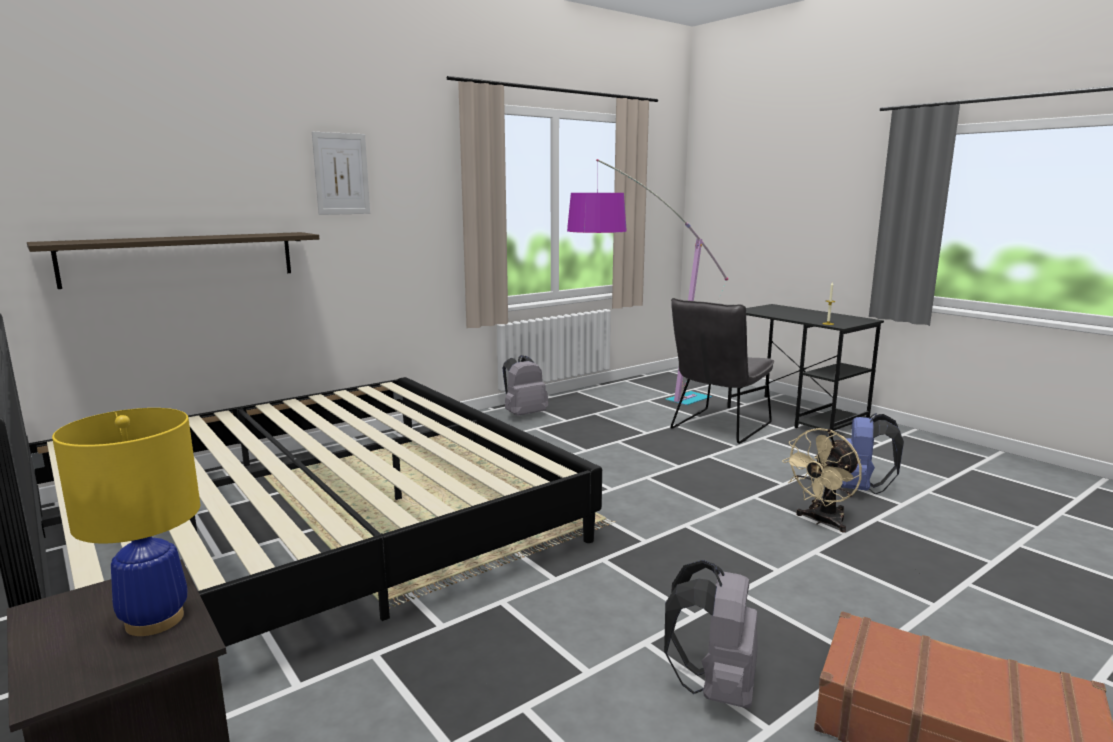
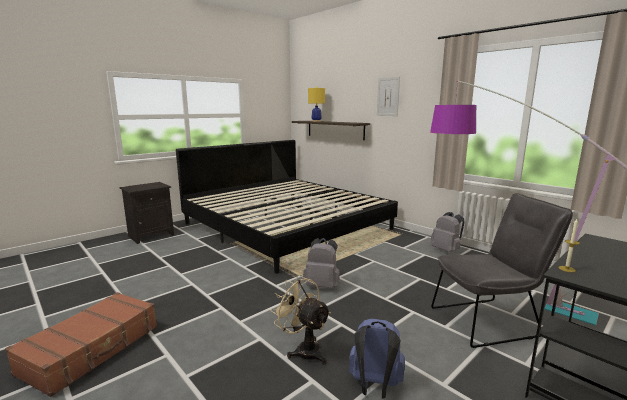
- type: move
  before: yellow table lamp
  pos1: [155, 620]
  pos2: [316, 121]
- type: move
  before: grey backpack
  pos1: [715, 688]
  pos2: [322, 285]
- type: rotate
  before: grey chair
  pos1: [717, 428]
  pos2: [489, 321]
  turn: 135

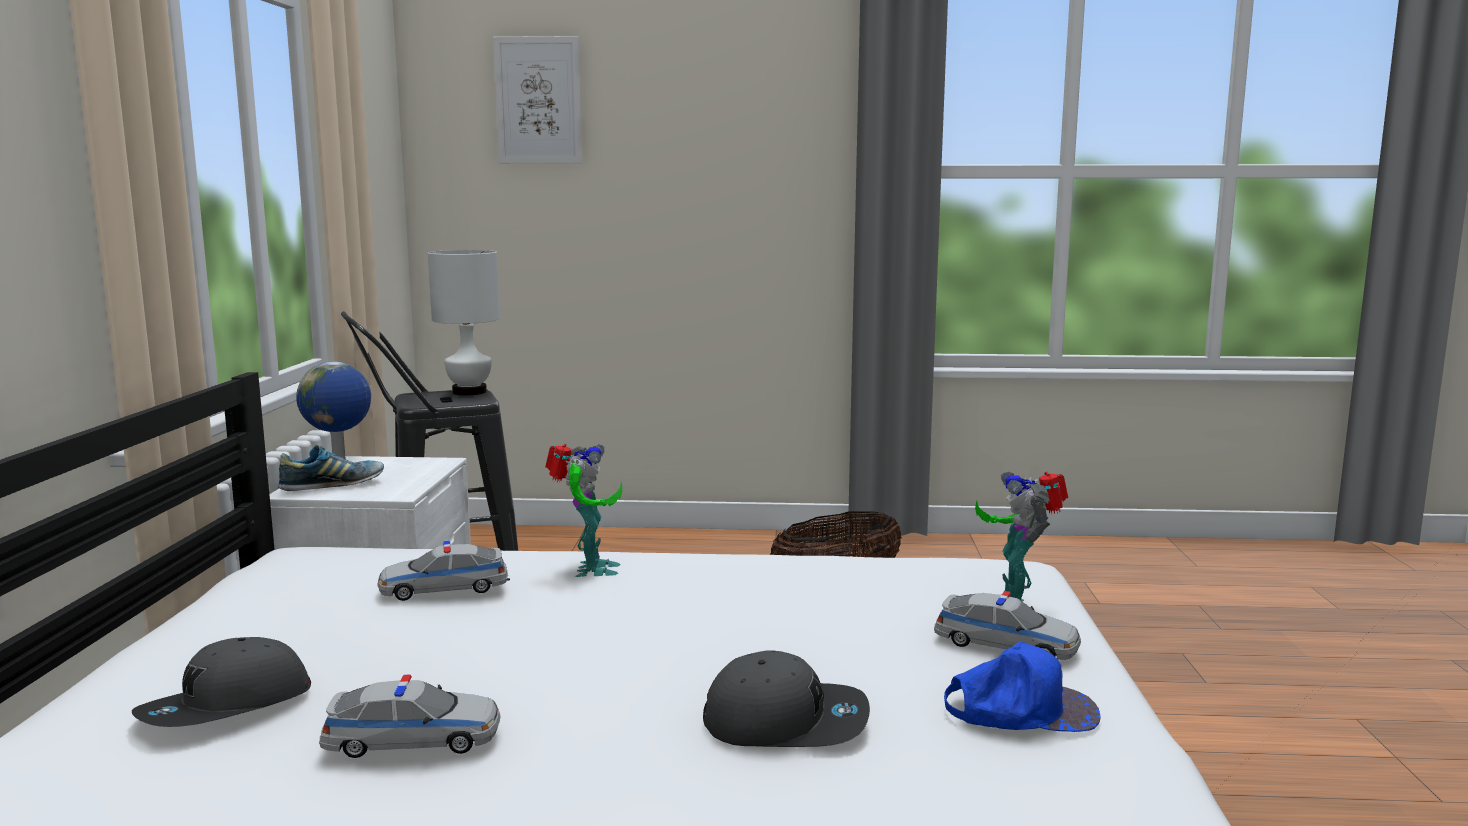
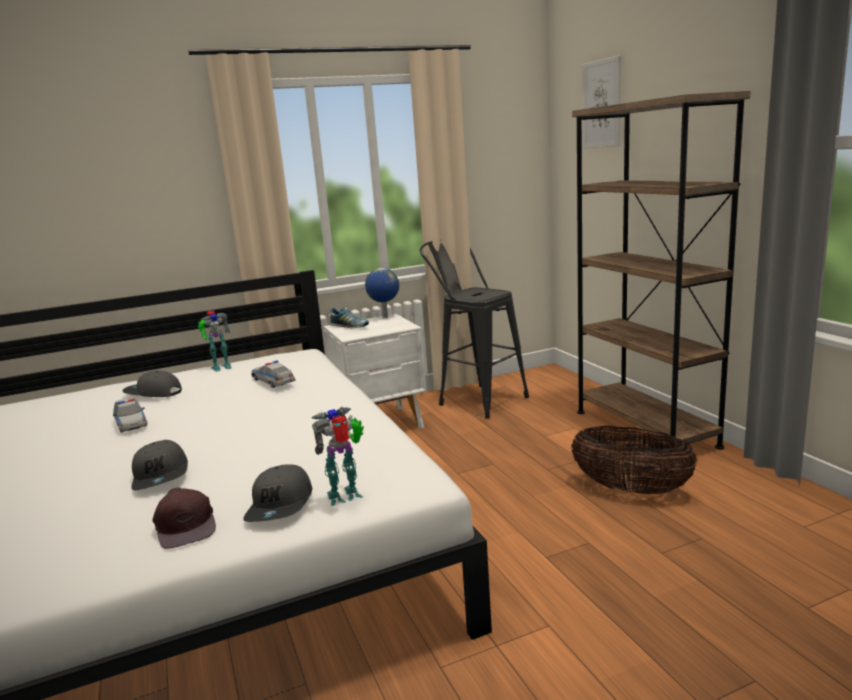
- type: delete
  before: white table lamp
  pos1: [470, 392]
- type: move
  before: toy robot
  pos1: [590, 570]
  pos2: [220, 367]
- type: replace
  before: toy car
  after: grey cap
  pos1: [1005, 645]
  pos2: [281, 506]
- type: recolor
  before: blue cap
  after: brown cap
  pos1: [1020, 709]
  pos2: [186, 525]
- type: insert
  after: brown bookcase
  pos2: [644, 428]

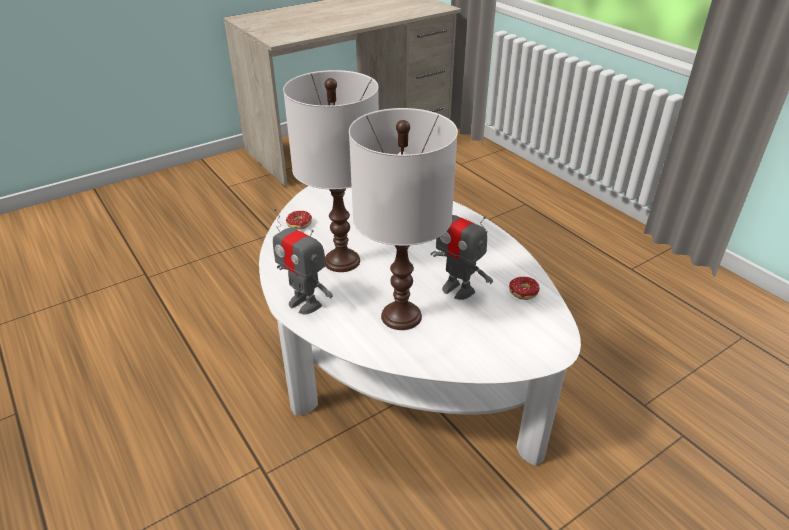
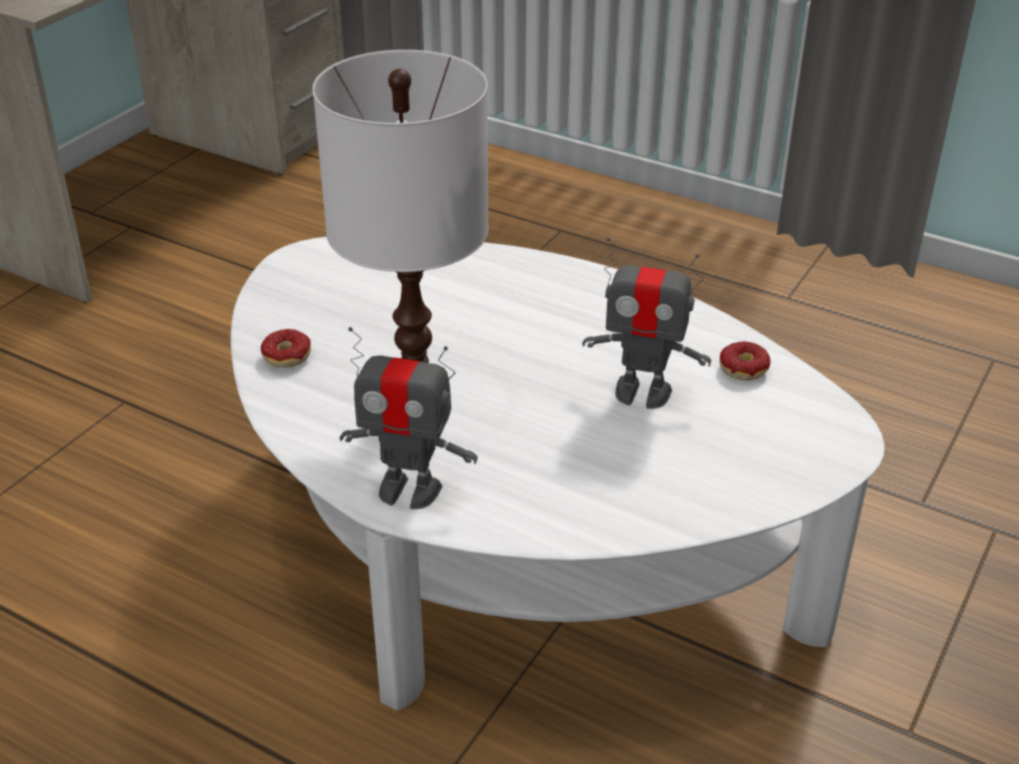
- type: delete
  before: white table lamp
  pos1: [400, 316]

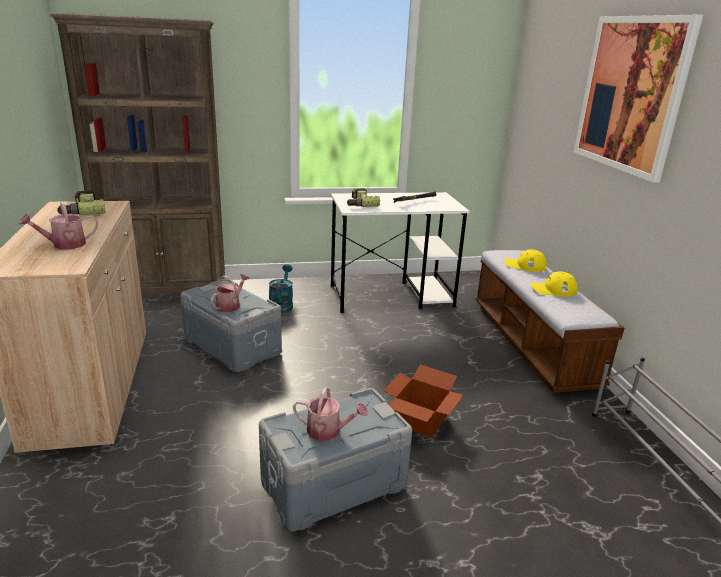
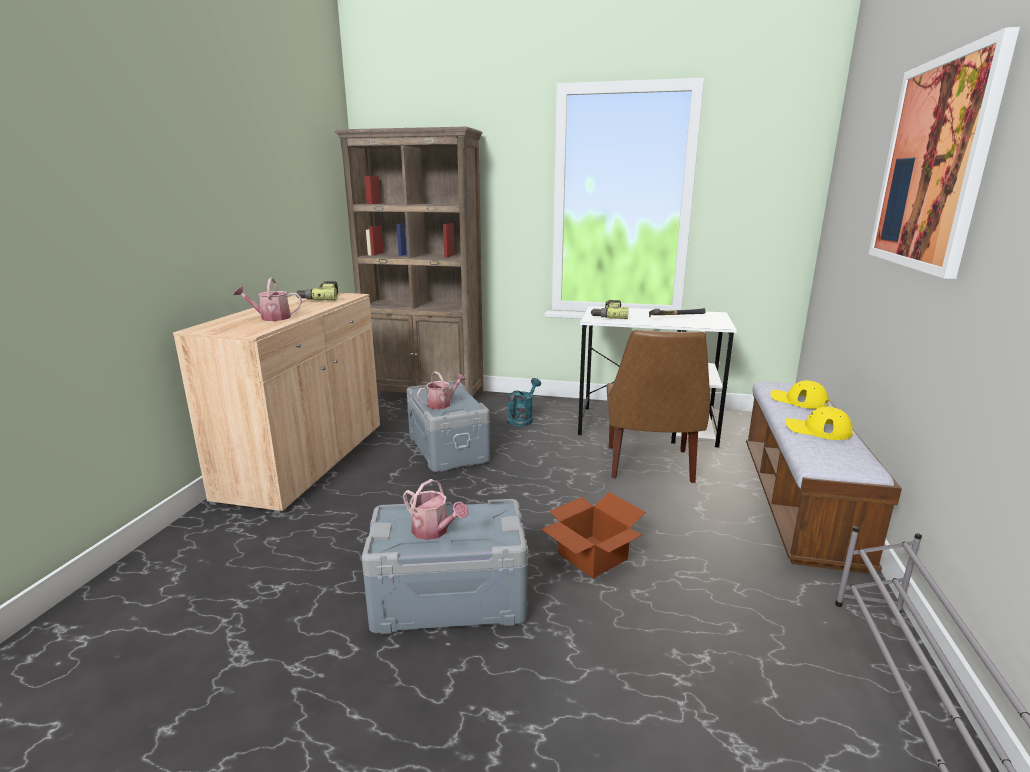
- type: insert
  after: brown chair
  pos2: [649, 466]

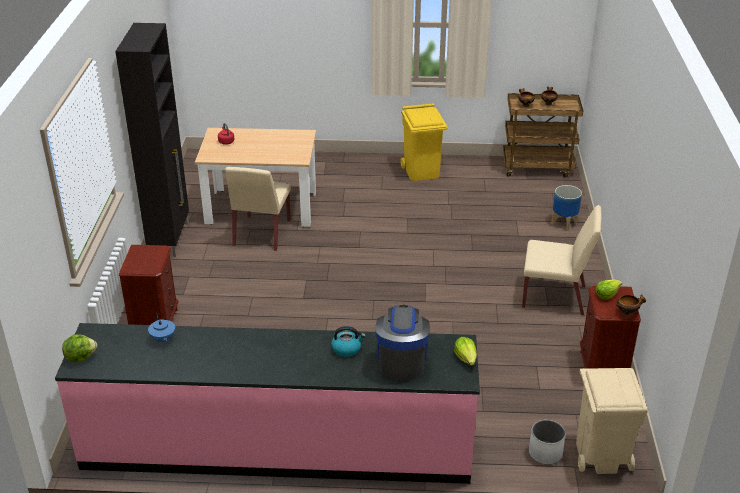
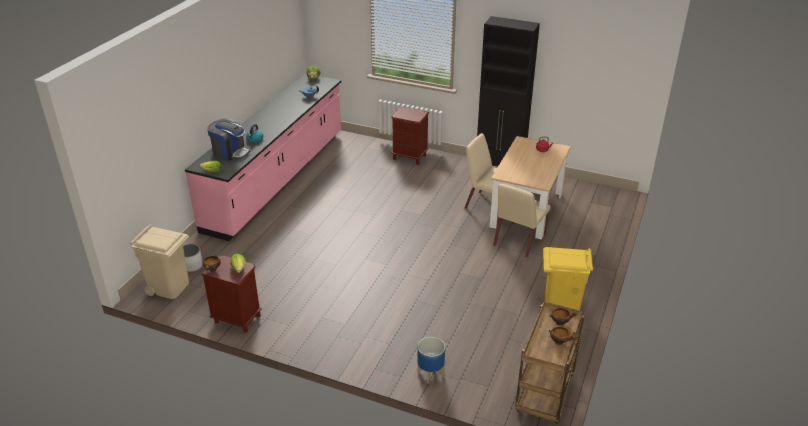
- type: move
  before: beige chair
  pos1: [555, 297]
  pos2: [519, 240]

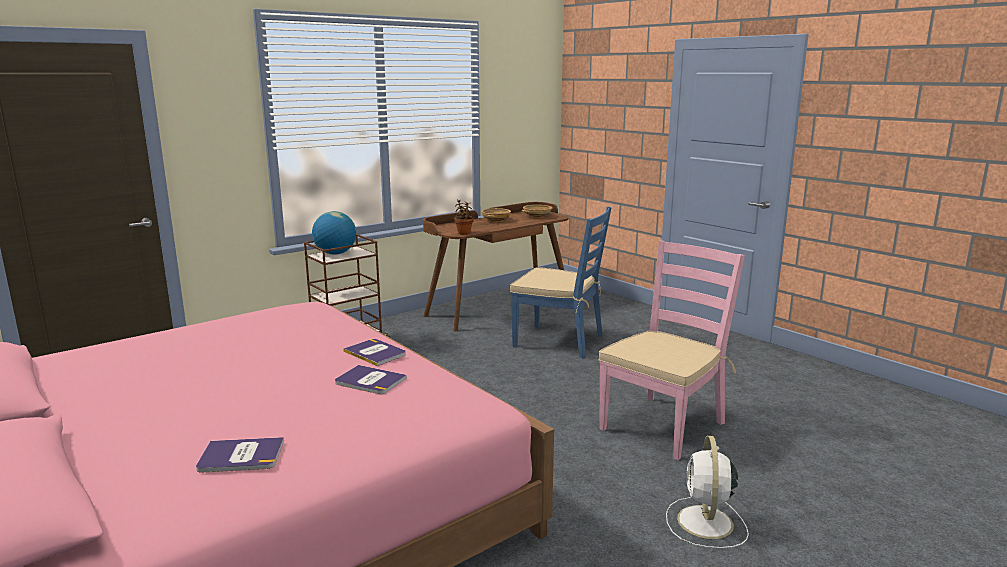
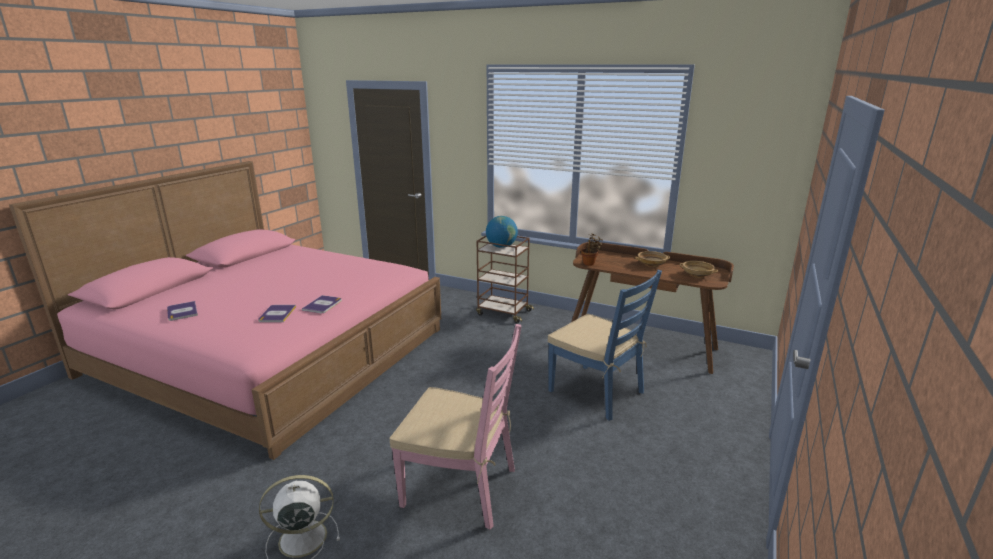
- type: rotate
  before: blue chair
  pos1: [559, 341]
  pos2: [597, 391]
  turn: -45

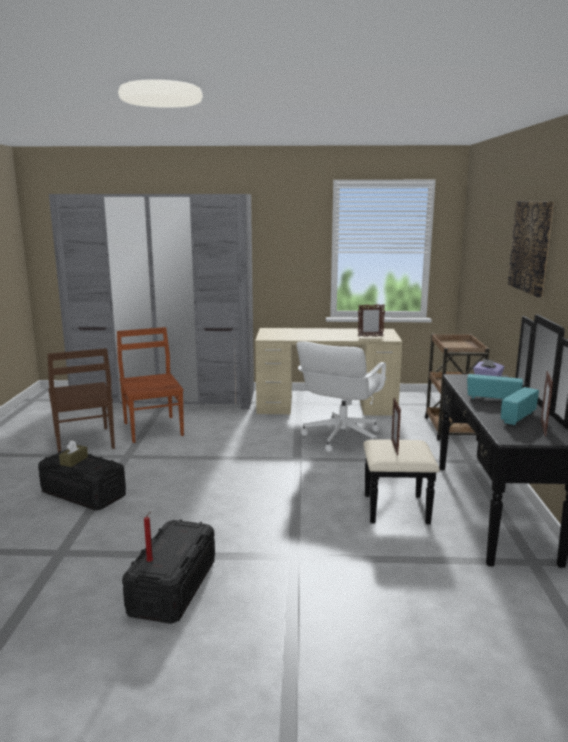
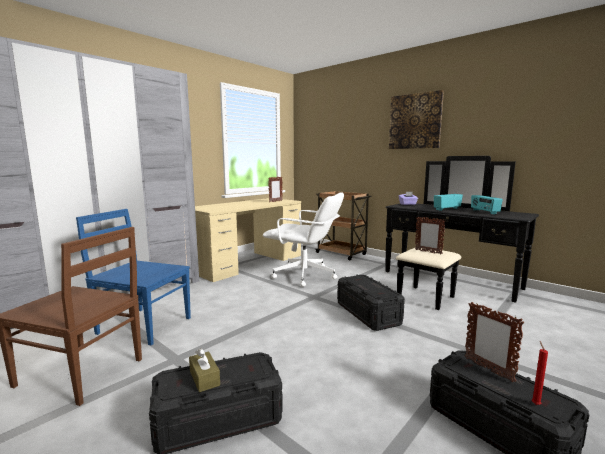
- type: recolor
  before: brown chair
  after: blue chair
  pos1: [153, 428]
  pos2: [143, 325]
- type: rotate
  before: white office chair
  pos1: [341, 438]
  pos2: [305, 276]
  turn: -45
- type: move
  before: picture frame
  pos1: [543, 429]
  pos2: [488, 369]
- type: insert
  after: black storage box
  pos2: [368, 313]

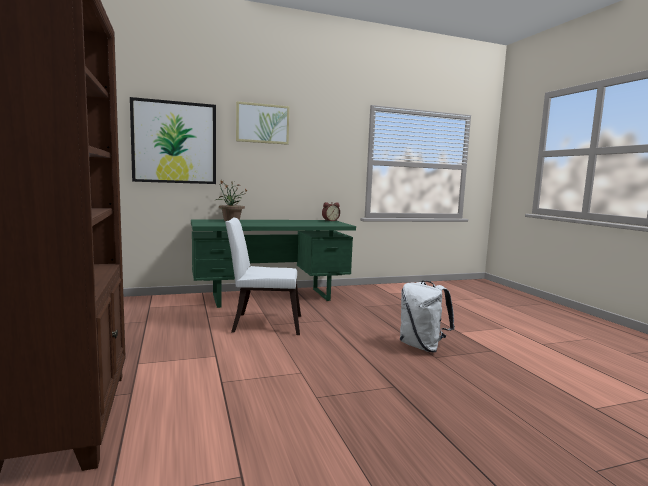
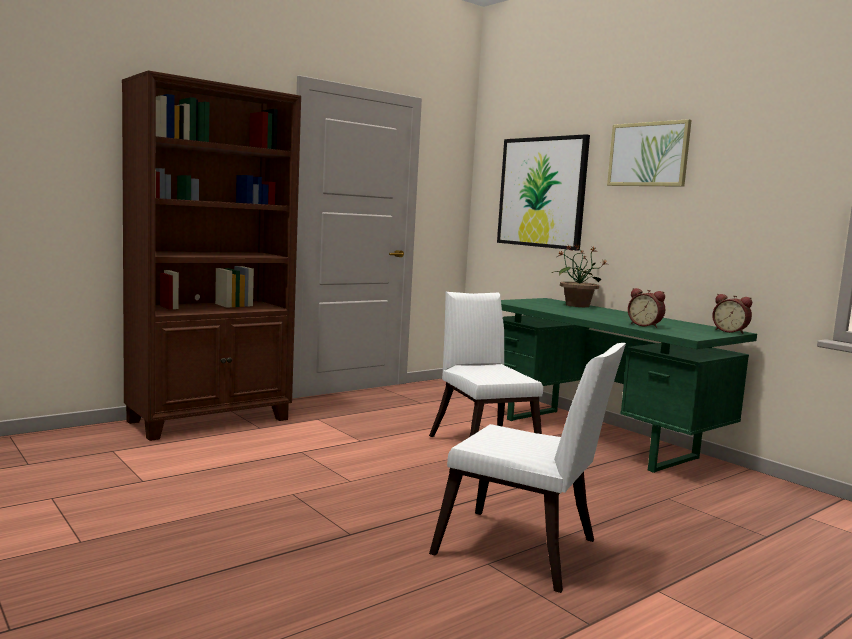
- type: replace
  before: white backpack
  after: white chair
  pos1: [422, 346]
  pos2: [524, 552]
- type: insert
  after: alarm clock
  pos2: [645, 325]

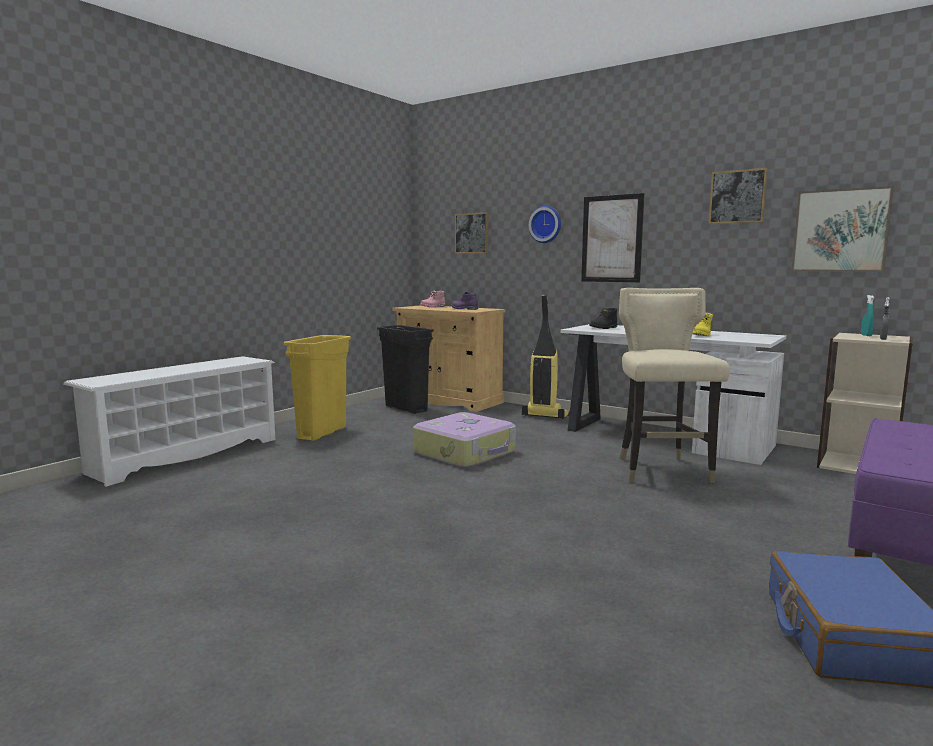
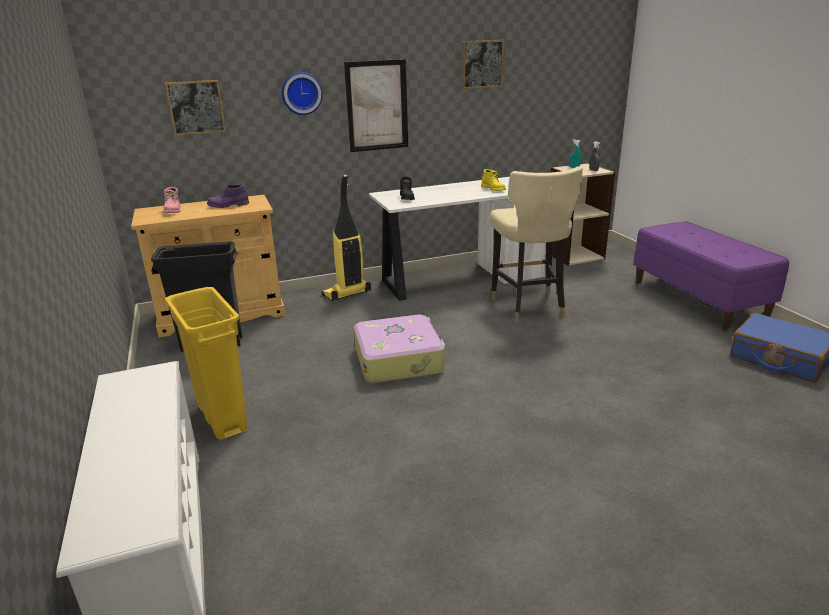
- type: rotate
  before: beige chair
  pos1: [662, 471]
  pos2: [528, 306]
  turn: -135
- type: delete
  before: picture
  pos1: [840, 230]

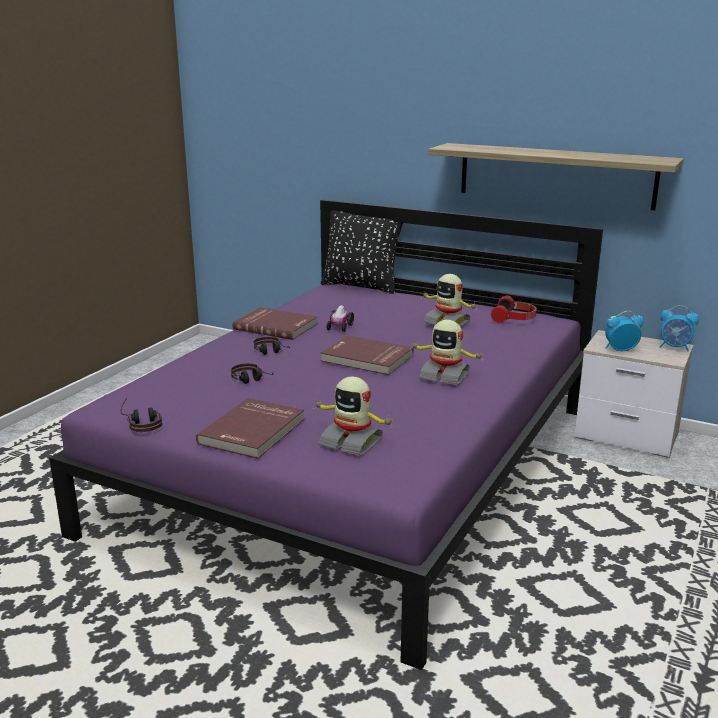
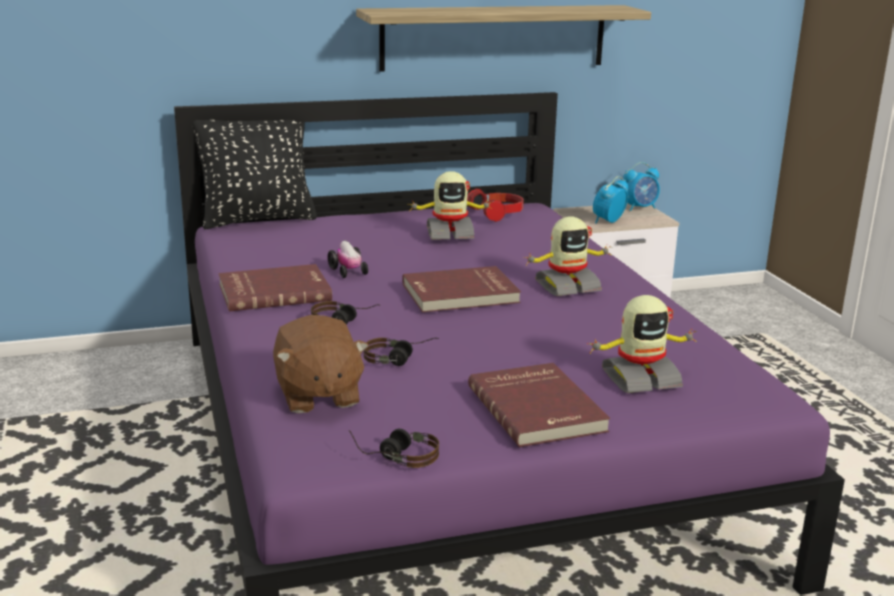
- type: insert
  after: brown plush toy
  pos2: [317, 395]

